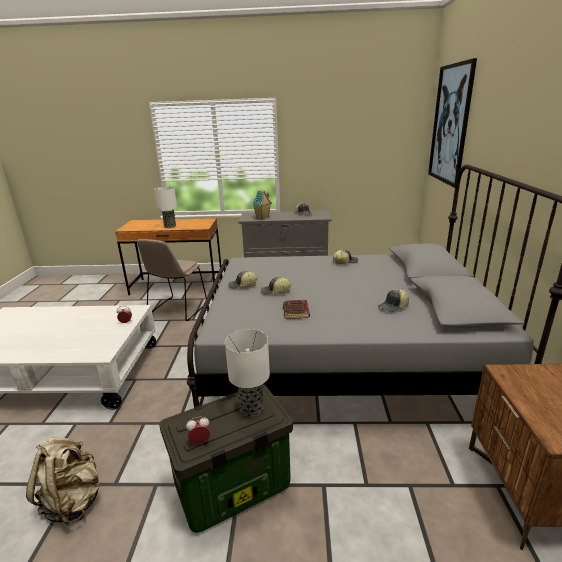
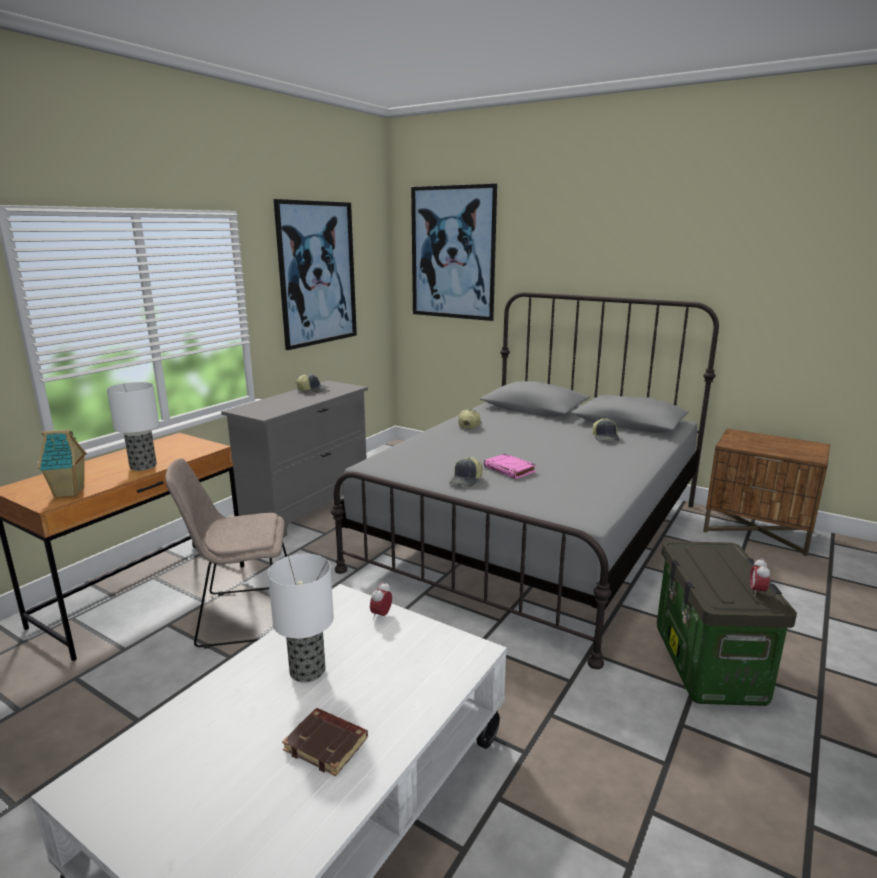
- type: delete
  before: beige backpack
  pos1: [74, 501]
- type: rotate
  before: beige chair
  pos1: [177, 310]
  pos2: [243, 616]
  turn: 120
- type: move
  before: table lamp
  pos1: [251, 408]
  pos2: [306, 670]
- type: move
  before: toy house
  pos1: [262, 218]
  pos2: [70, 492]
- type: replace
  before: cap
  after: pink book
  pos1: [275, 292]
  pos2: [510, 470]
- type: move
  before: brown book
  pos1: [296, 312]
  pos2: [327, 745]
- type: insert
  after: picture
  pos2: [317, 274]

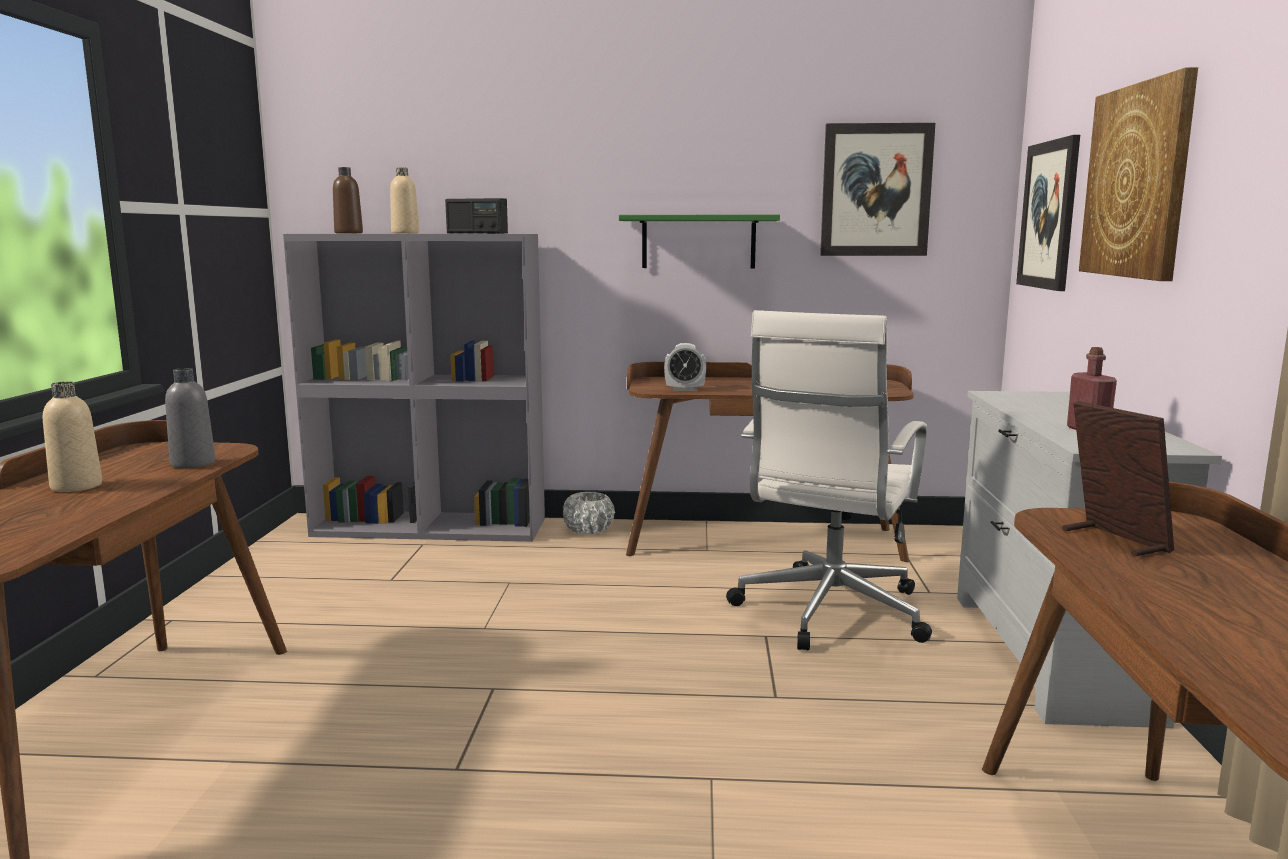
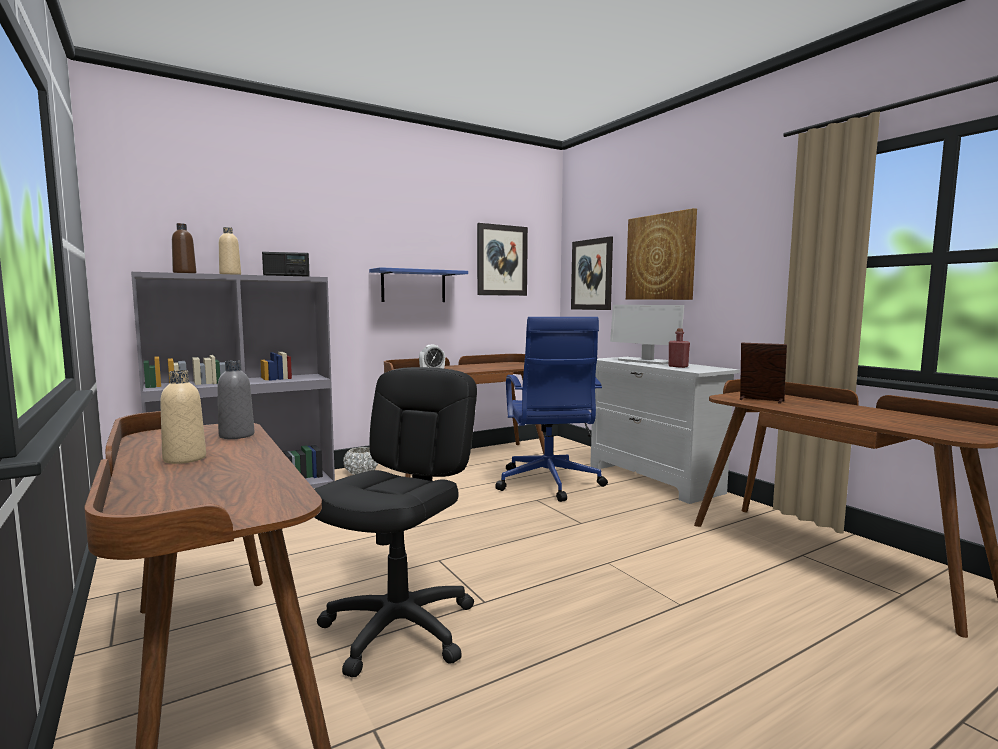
- type: recolor
  before: green shelf
  after: blue shelf
  pos1: [698, 242]
  pos2: [413, 286]
- type: recolor
  before: white office chair
  after: blue office chair
  pos1: [828, 613]
  pos2: [548, 484]
- type: insert
  after: black office chair
  pos2: [400, 628]
- type: insert
  after: monitor
  pos2: [645, 361]

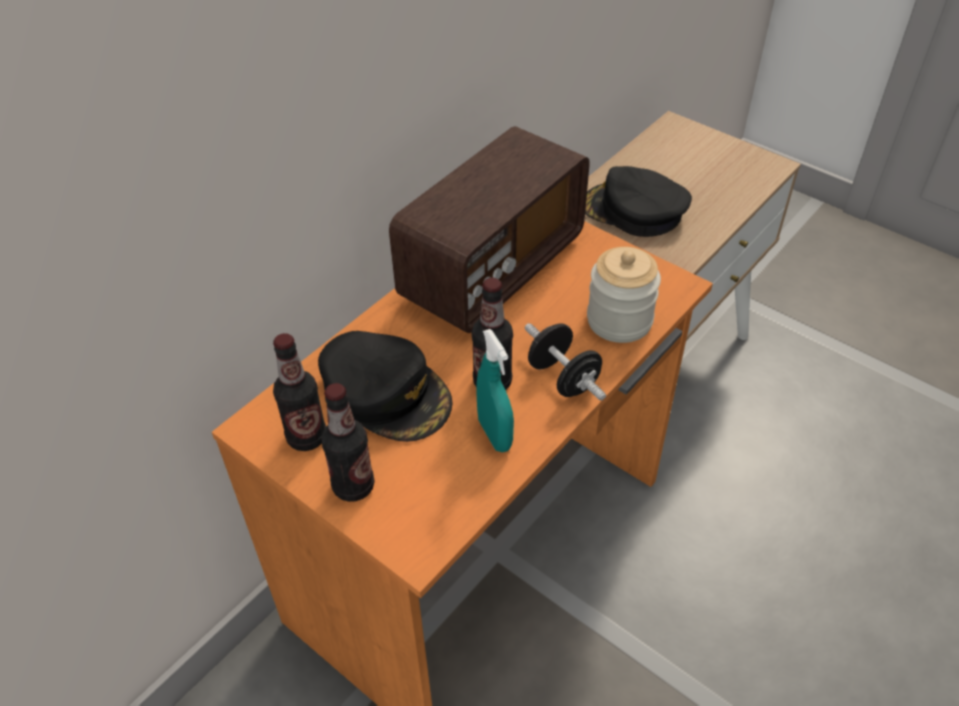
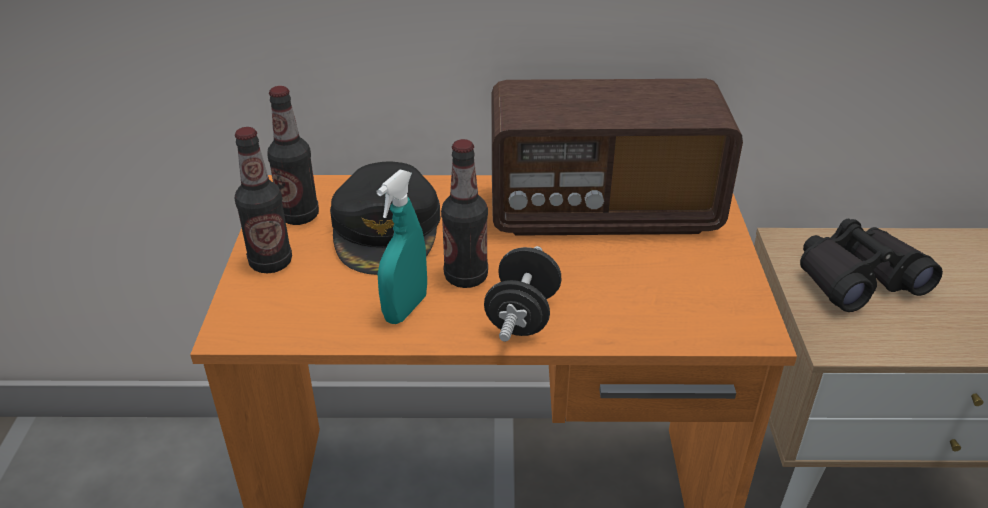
- type: replace
  before: black cap
  after: black binoculars
  pos1: [633, 211]
  pos2: [857, 279]
- type: delete
  before: jar
  pos1: [619, 320]

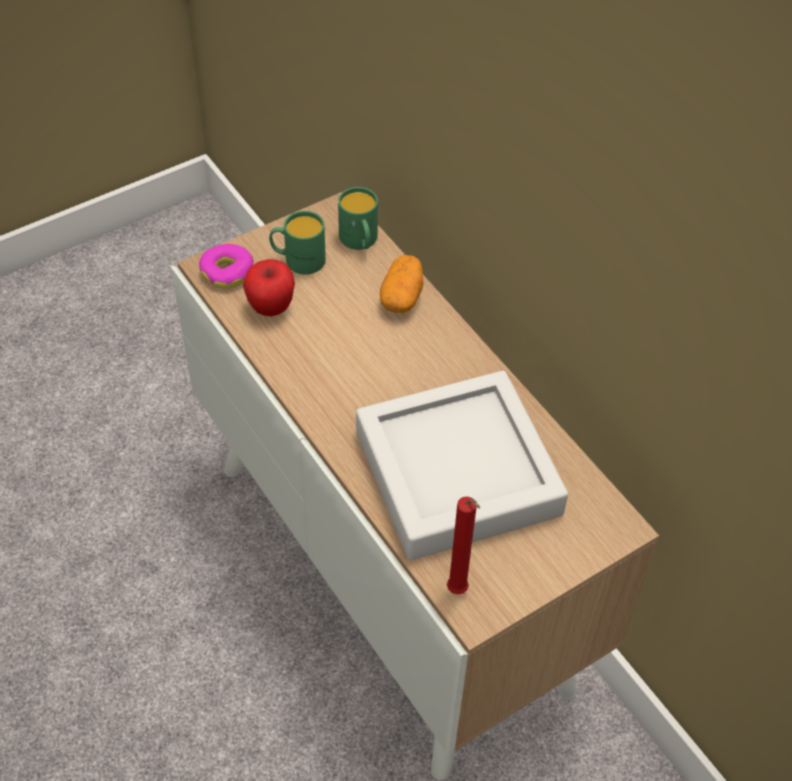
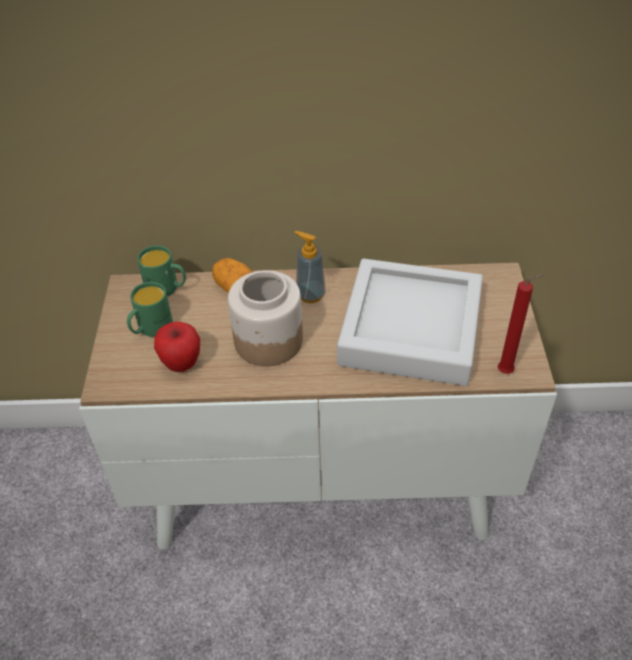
- type: delete
  before: donut
  pos1: [227, 272]
- type: insert
  after: jar
  pos2: [267, 340]
- type: insert
  after: soap dispenser
  pos2: [310, 294]

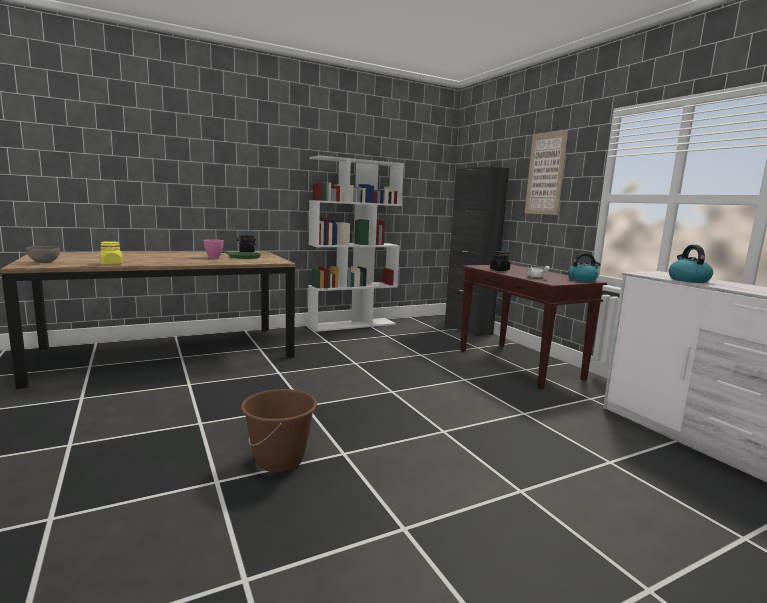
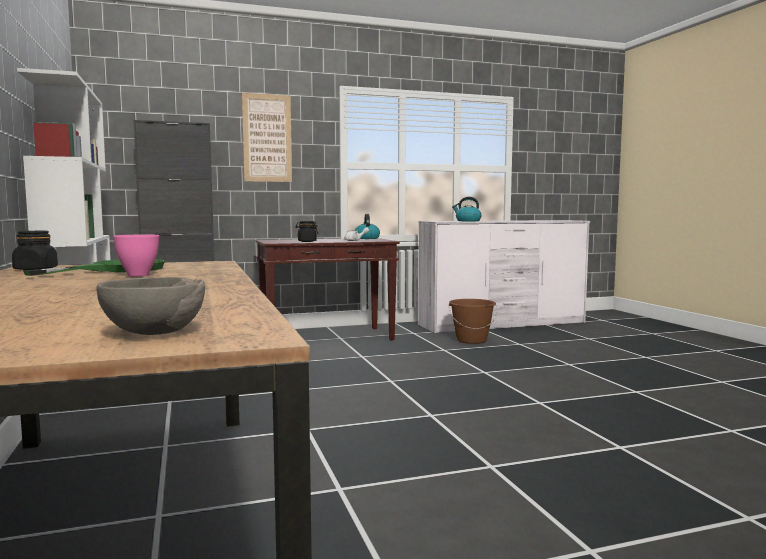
- type: delete
  before: yellow jar
  pos1: [111, 264]
- type: move
  before: brown bucket
  pos1: [280, 460]
  pos2: [471, 340]

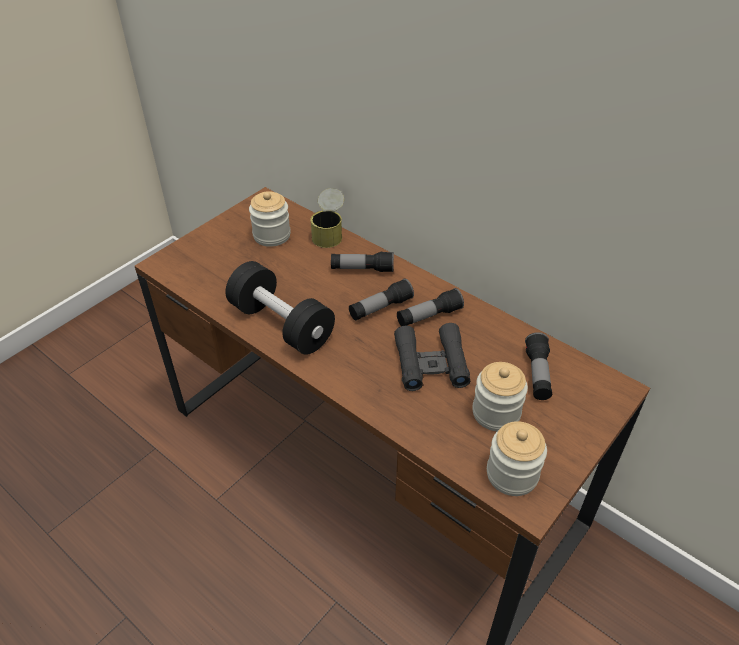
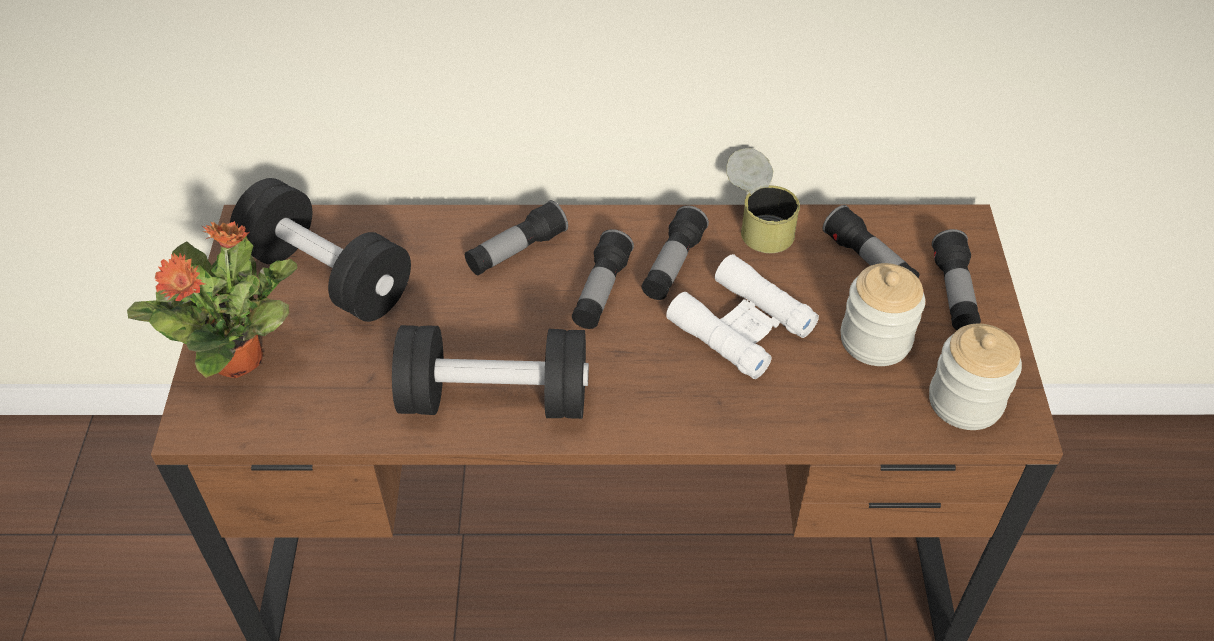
- type: replace
  before: jar
  after: black dumbbell
  pos1: [272, 235]
  pos2: [327, 276]
- type: move
  before: can
  pos1: [329, 232]
  pos2: [758, 223]
- type: recolor
  before: black binoculars
  after: white binoculars
  pos1: [431, 363]
  pos2: [741, 326]
- type: insert
  after: potted plant
  pos2: [240, 357]
- type: insert
  after: flashlight
  pos2: [953, 292]

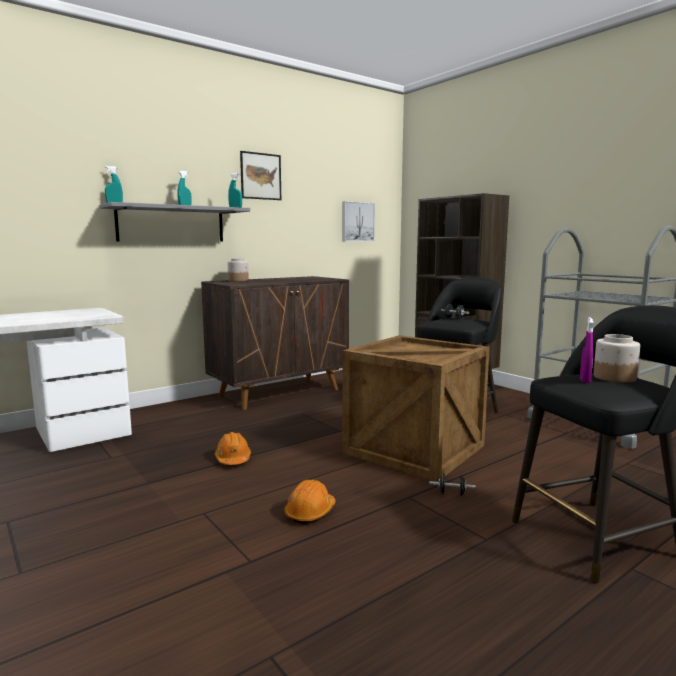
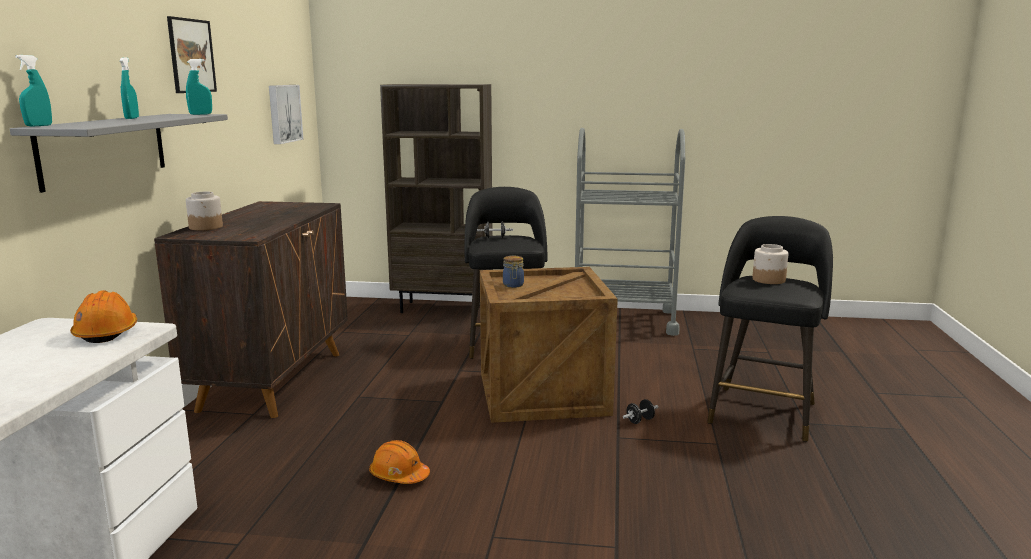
- type: move
  before: orange hard hat
  pos1: [310, 512]
  pos2: [106, 333]
- type: delete
  before: purple spray bottle
  pos1: [585, 380]
- type: insert
  after: jar
  pos2: [513, 285]

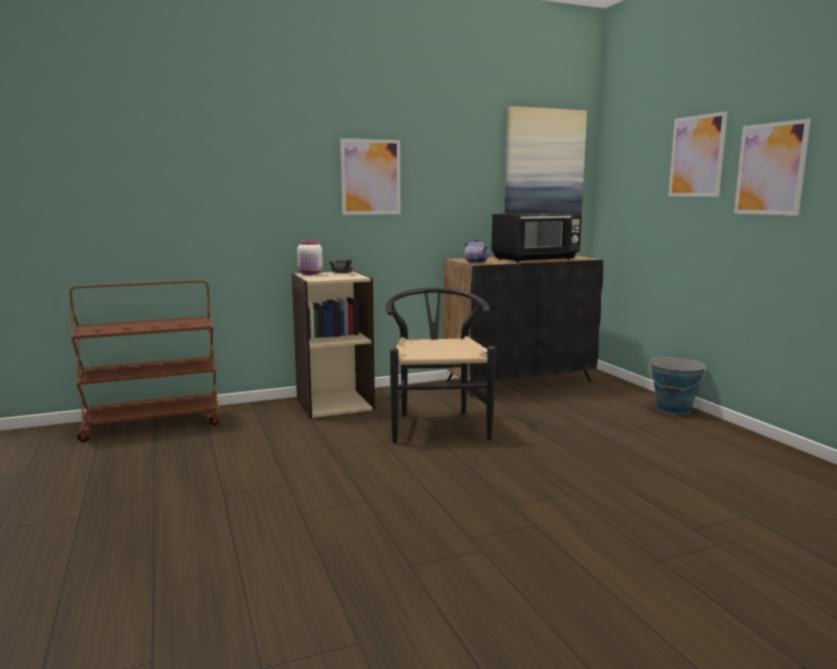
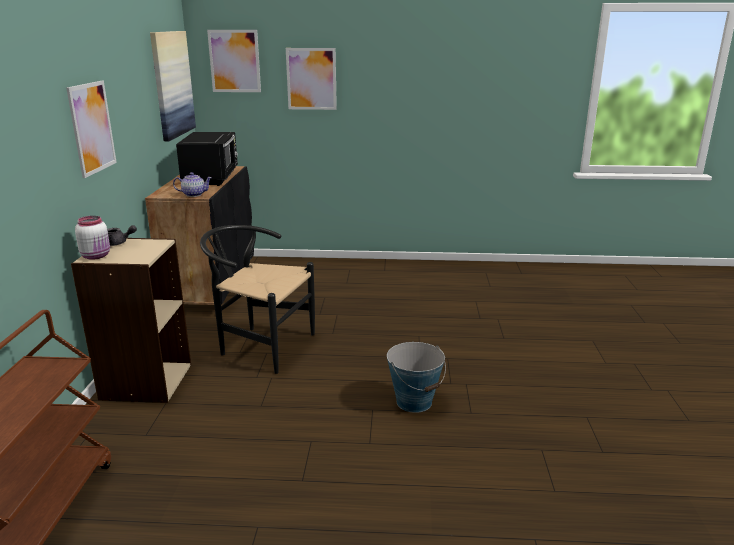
- type: move
  before: bucket
  pos1: [673, 409]
  pos2: [414, 402]
- type: move
  before: picture
  pos1: [770, 169]
  pos2: [234, 61]

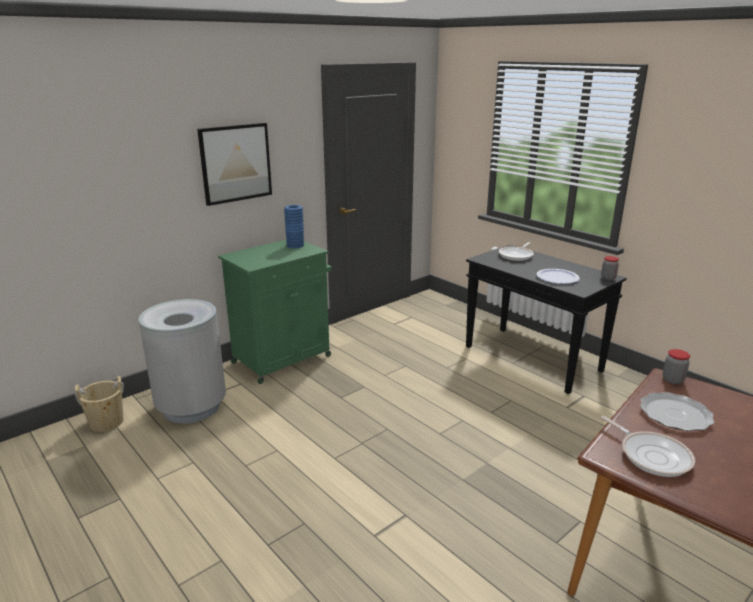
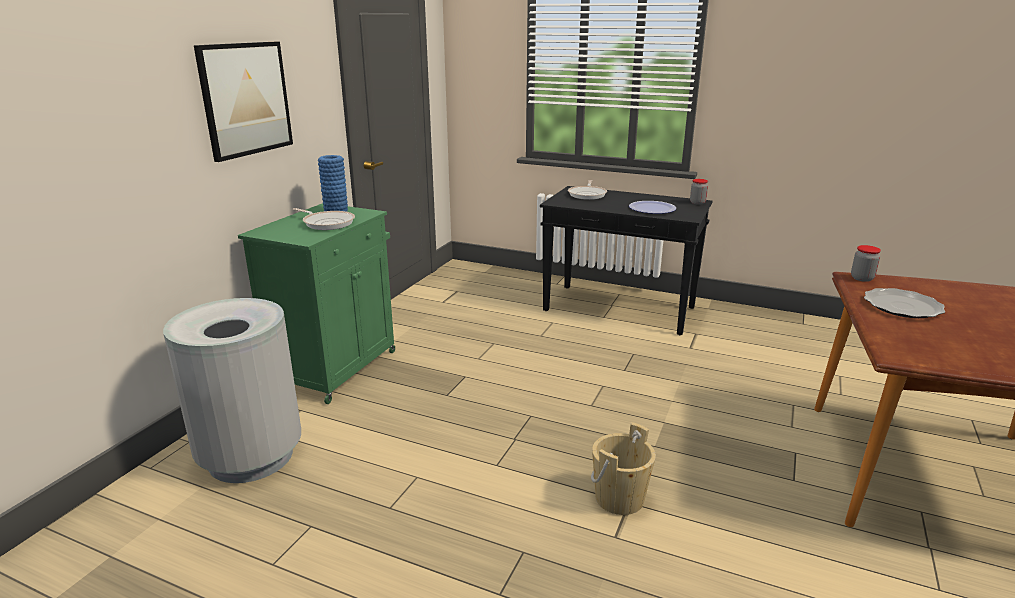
- type: move
  before: beige bucket
  pos1: [106, 422]
  pos2: [619, 498]
- type: move
  before: frying pan
  pos1: [652, 455]
  pos2: [327, 223]

